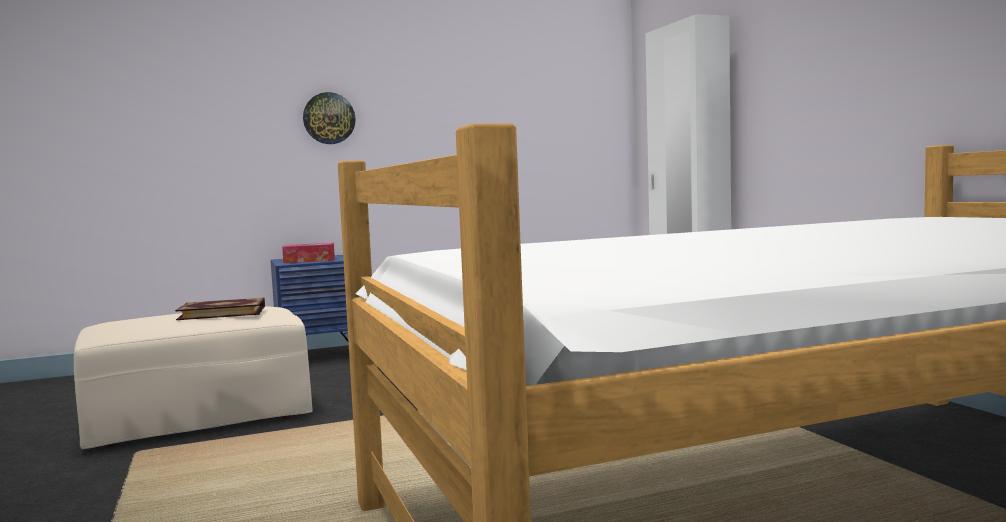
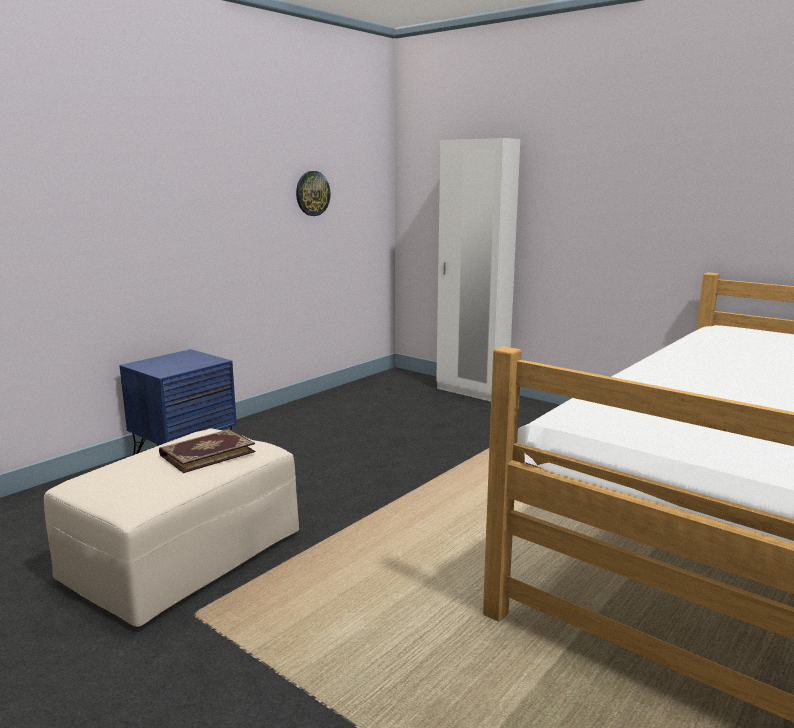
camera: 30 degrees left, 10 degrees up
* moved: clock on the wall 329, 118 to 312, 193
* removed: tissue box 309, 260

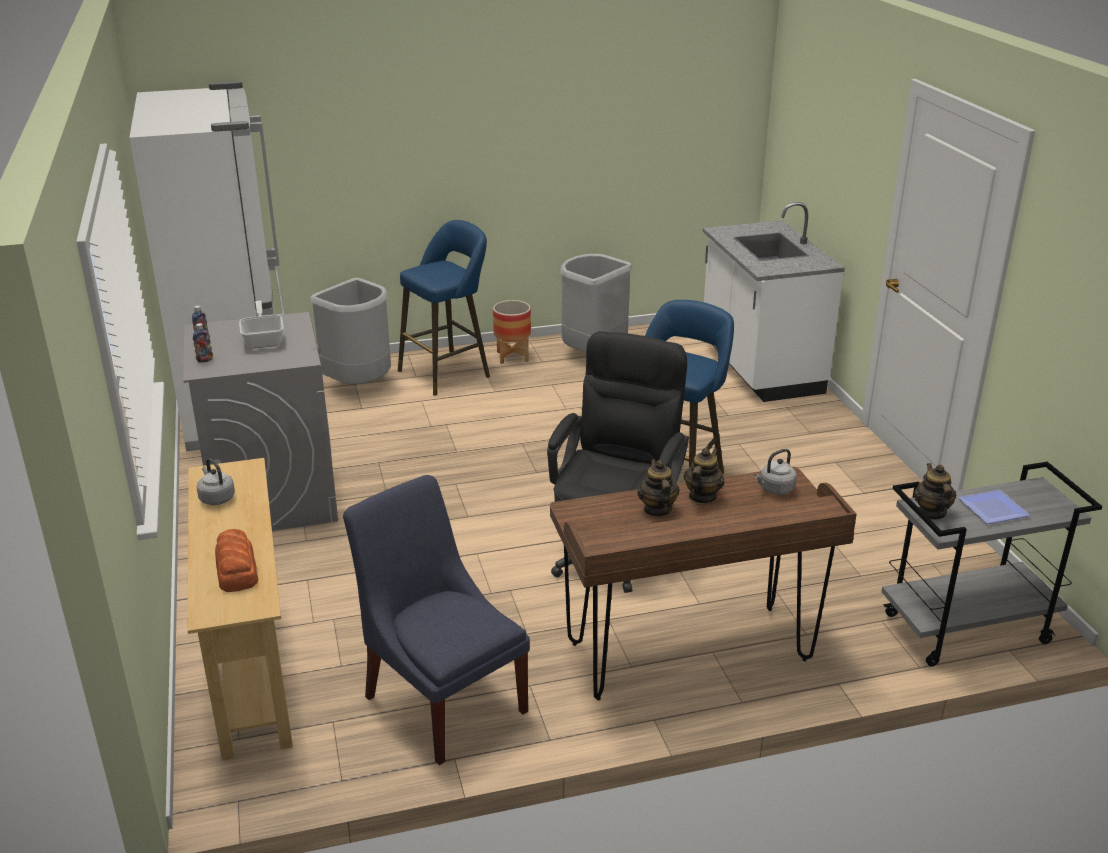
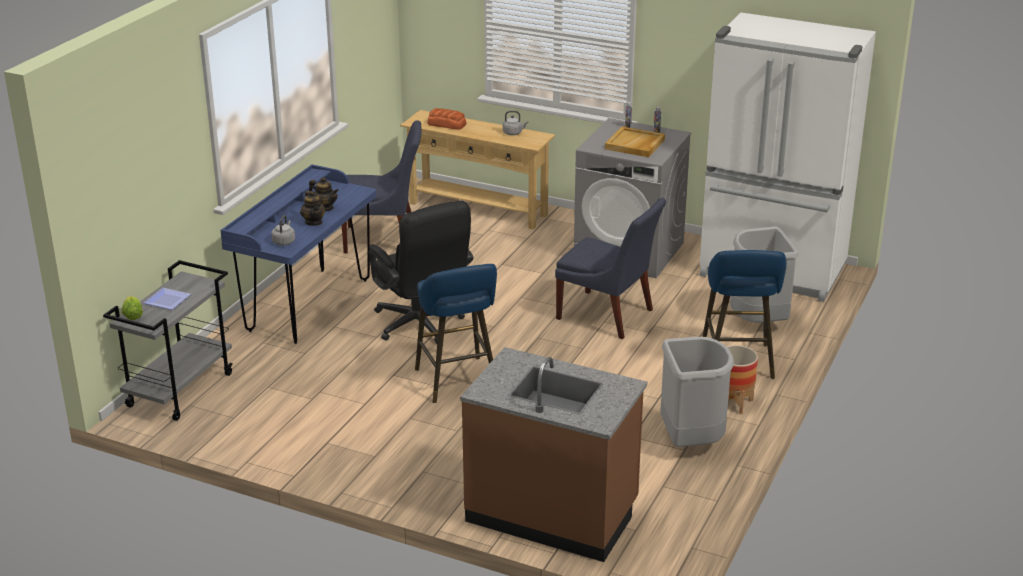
camera: 130 degrees right, 0 degrees up
* added: lettuce head 132, 315
* recoloured: desk unit/brown 689, 653 to desk unit/blue 308, 305
* recoloured: kitchen counter/whitish 759, 369 to kitchen counter/brown 552, 513
* added: upright chair/blue 608, 316
* replaced: pan 264, 339 to tray/beige-coloured 635, 144
* removed: pot for tea 931, 512

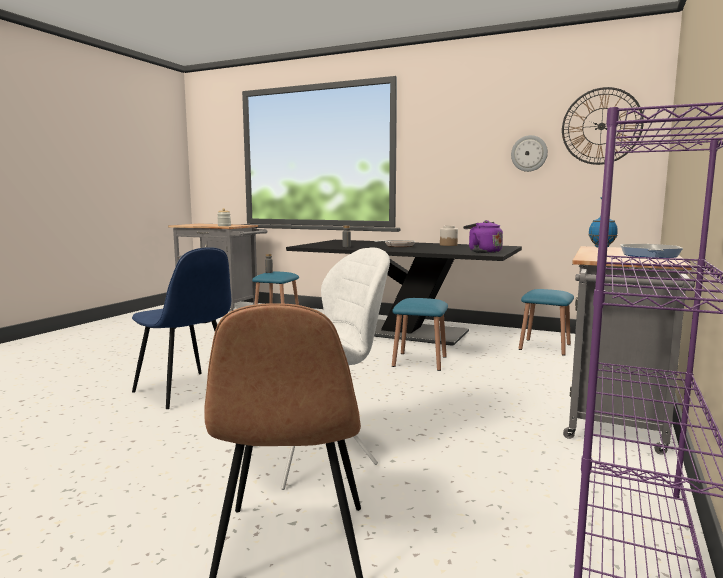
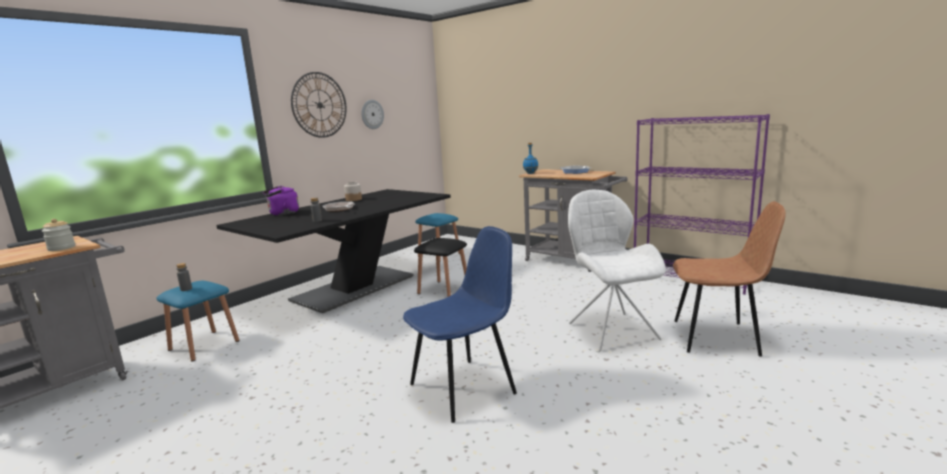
camera: 75 degrees left, 5 degrees up
* moved: water kettle/purple 482, 252 to 282, 214
* moved: clock on the wall 601, 126 to 319, 105
* recoloured: stool/blue 419, 361 to stool/black 444, 290

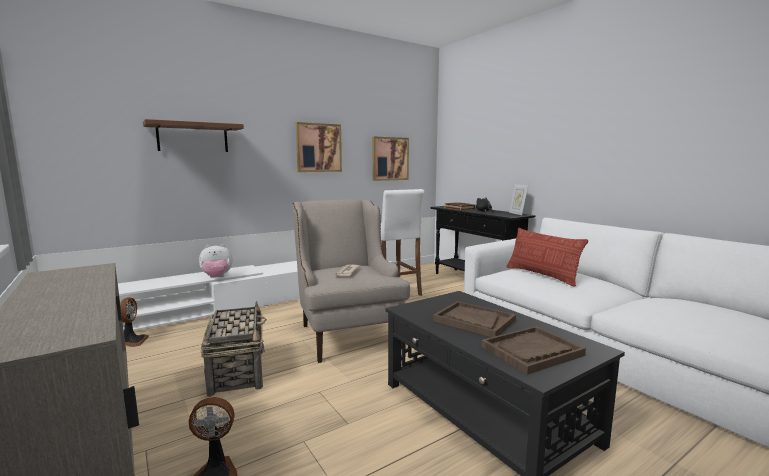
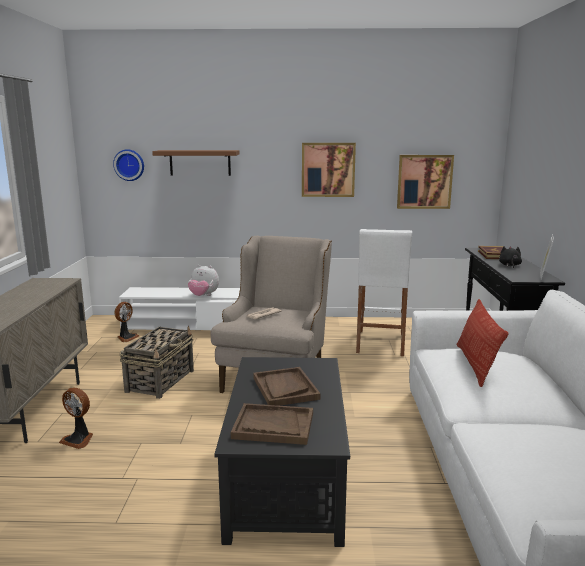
camera: 35 degrees right, 5 degrees up
* added: clock on the wall 129, 165

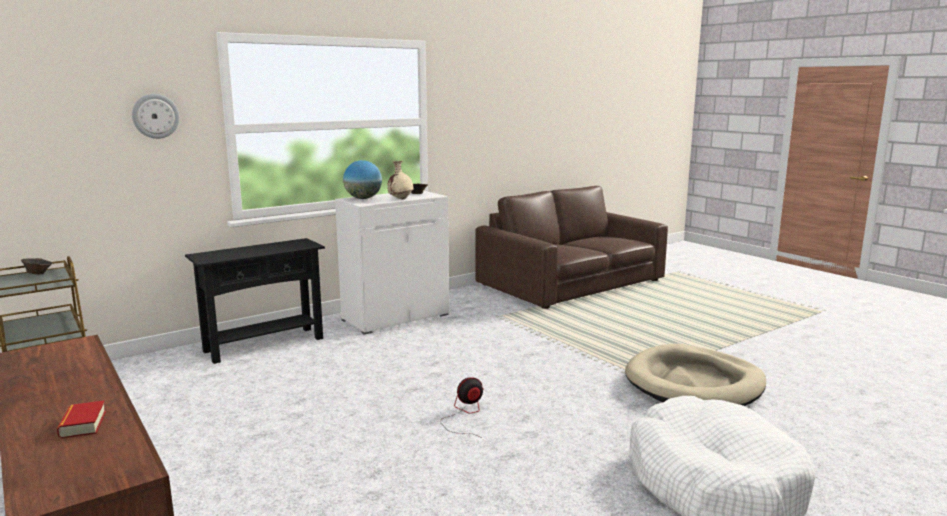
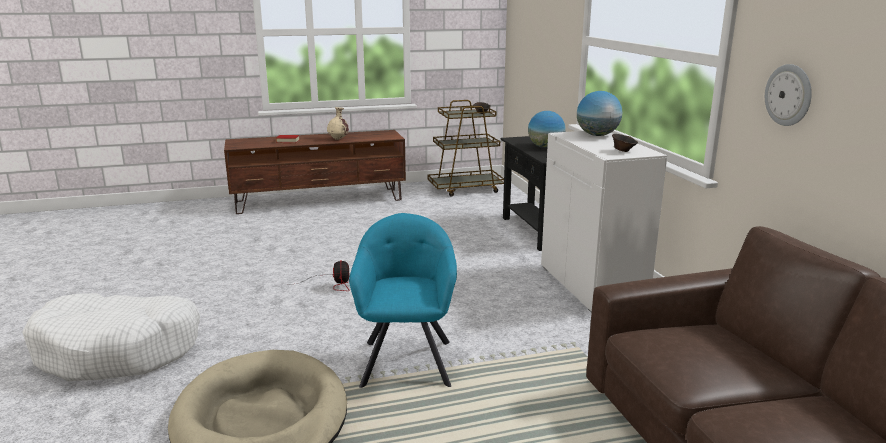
camera: 110 degrees right, 5 degrees up
* moved: vase/beige-coloured 400, 199 to 338, 139
* added: easy chair/turquoise-coloured 407, 360
* added: globe 545, 147
* moved: clock on the wall 155, 116 to 789, 95

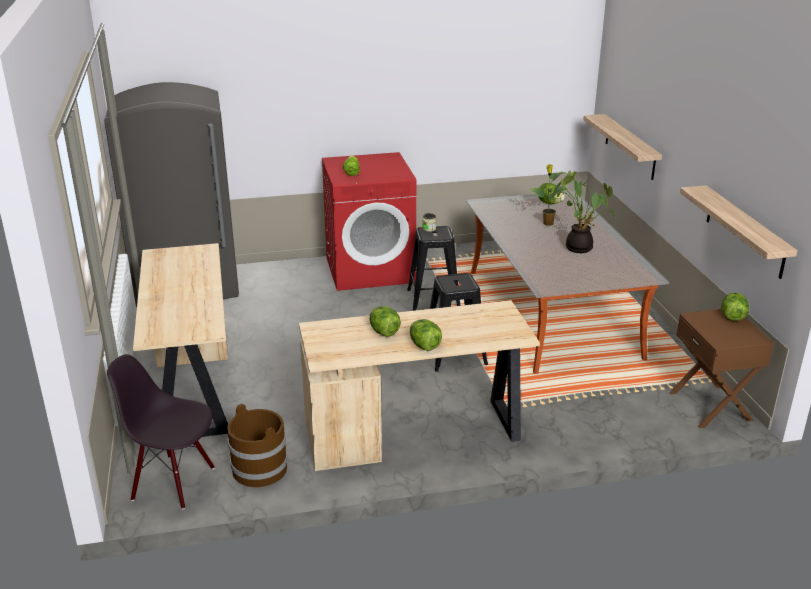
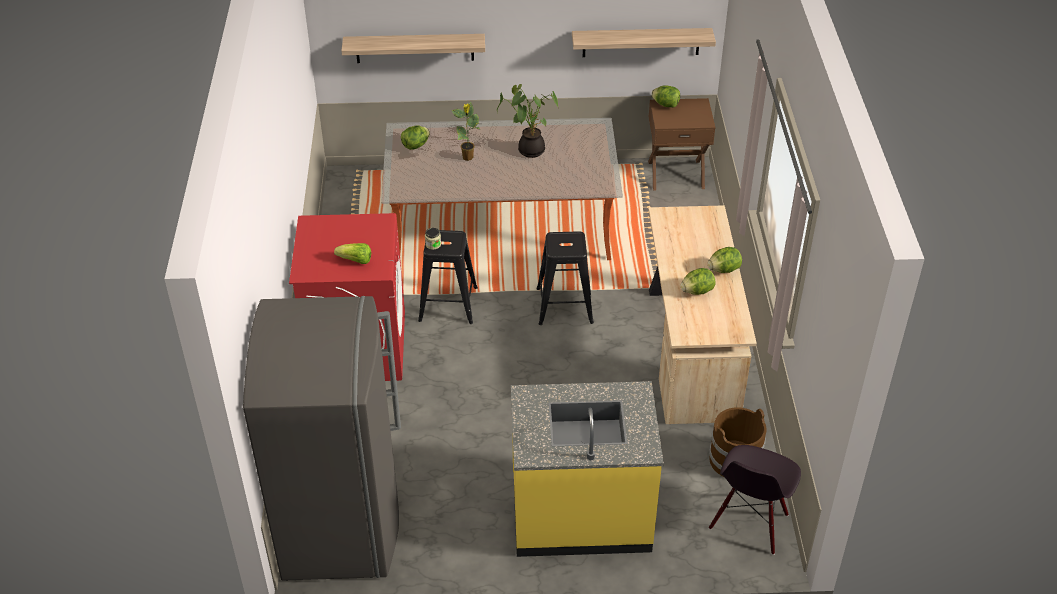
camera: 80 degrees left, 15 degrees up
* replaced: desk unit/beige-coloured 192, 384 to kitchen counter/yellowish 581, 513

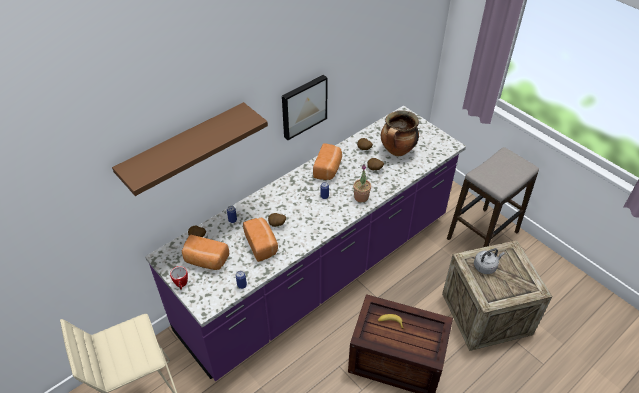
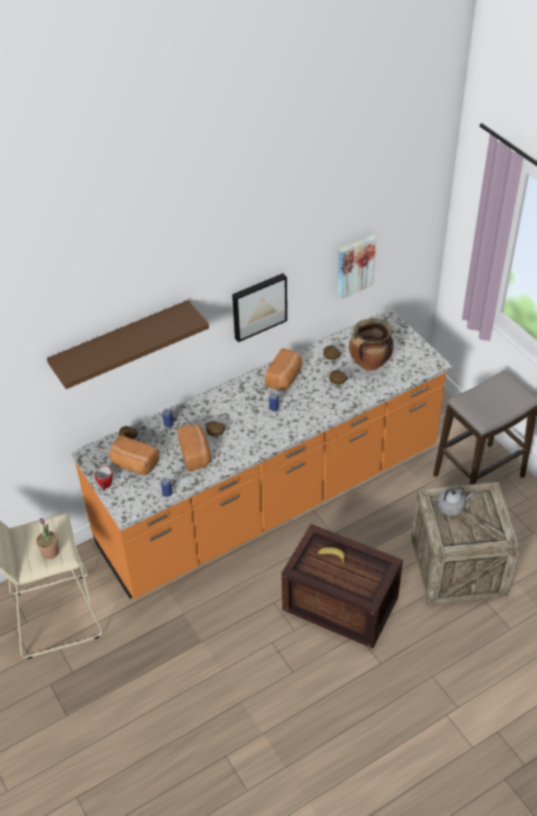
camera: 10 degrees right, 0 degrees up
* moved: plant in a pot 361, 197 to 50, 552
* recoloured: kitchen counter/purple 319, 273 to kitchen counter/orange-coloured 271, 498
* added: picture 354, 265

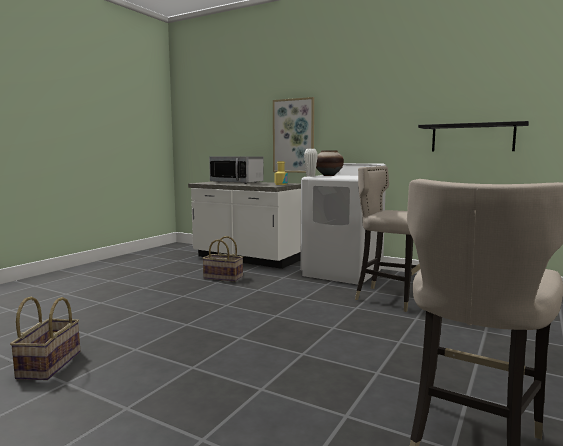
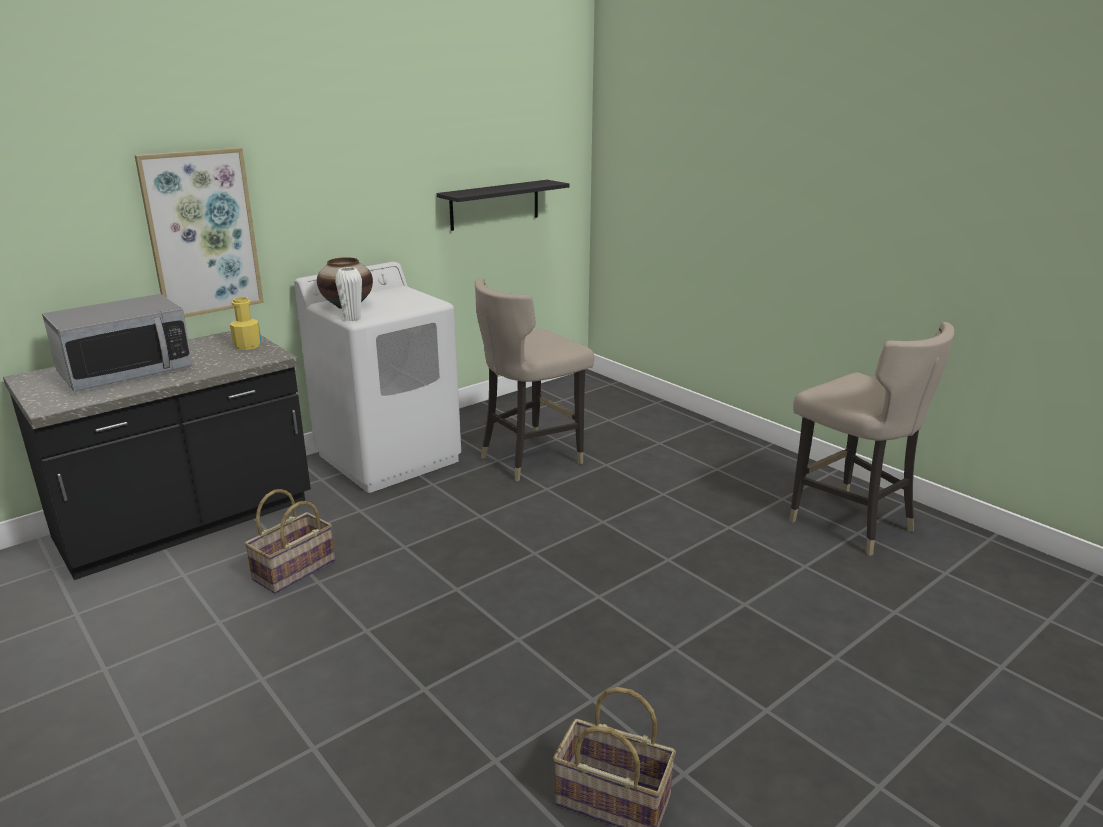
camera: 70 degrees left, 15 degrees up
* recoloured: kitchen counter/whitish 247, 258 to kitchen counter/black 186, 523

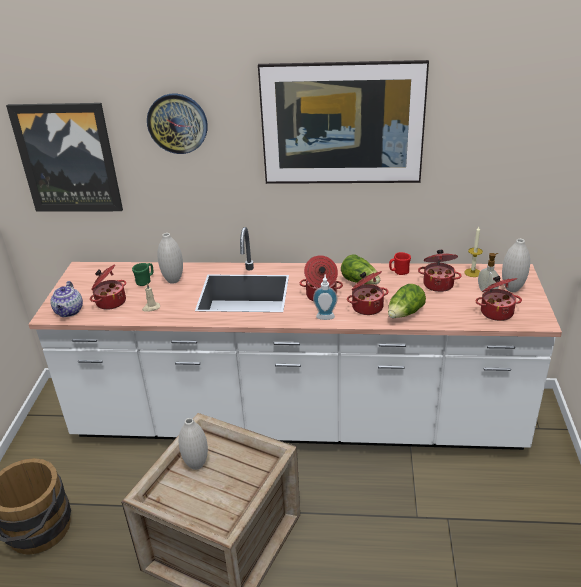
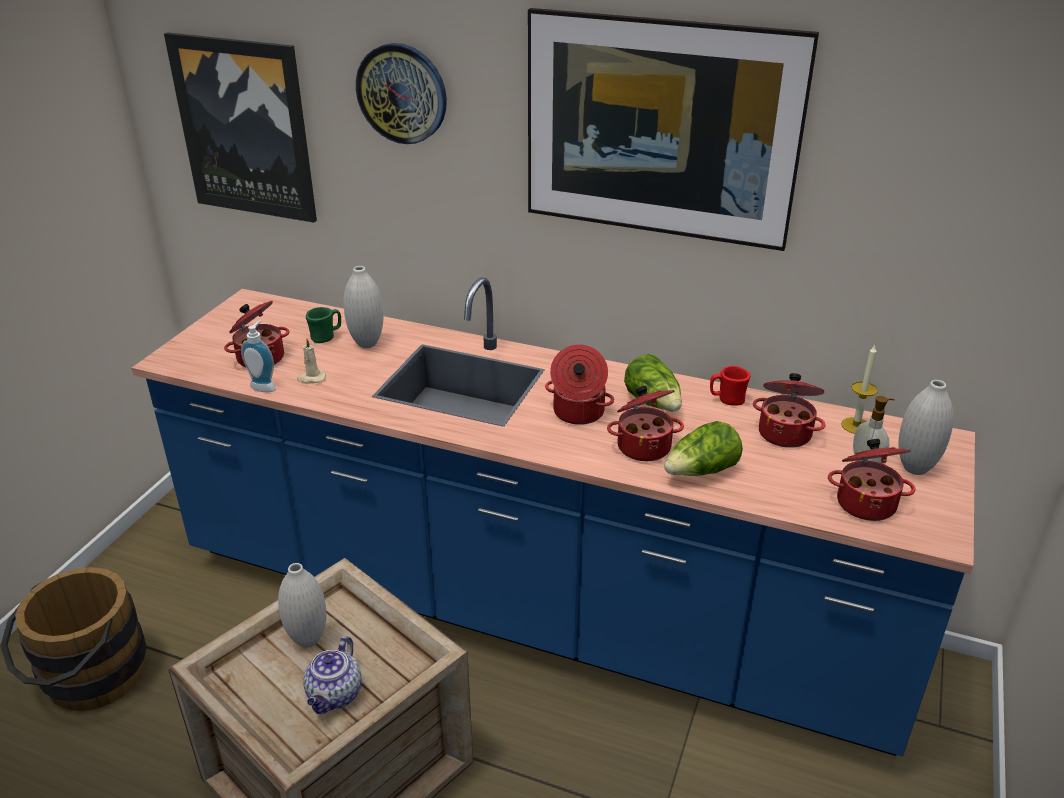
camera: 15 degrees right, 0 degrees up
* recoloured: kitchen counter/whitish 296, 421 to kitchen counter/blue 532, 608
* moved: soap dispenser 325, 316 to 265, 386
* moved: pot for tea 69, 312 to 335, 696

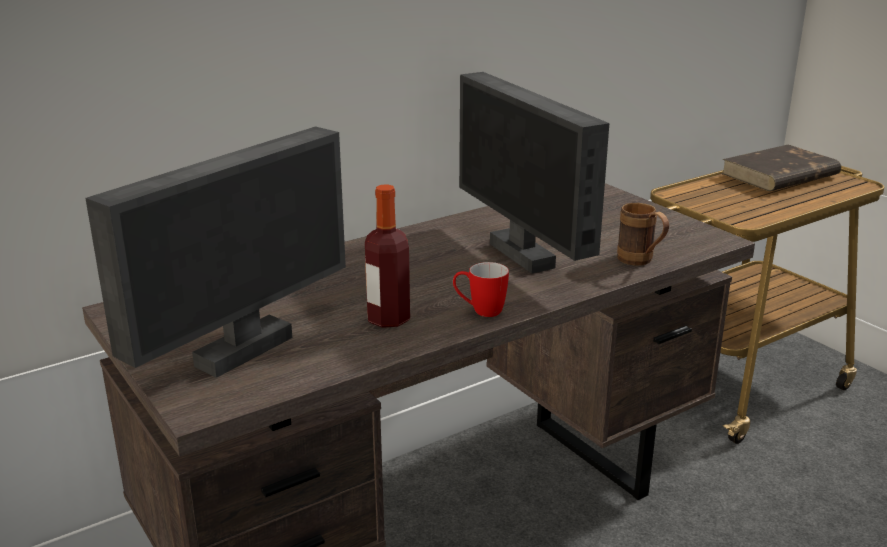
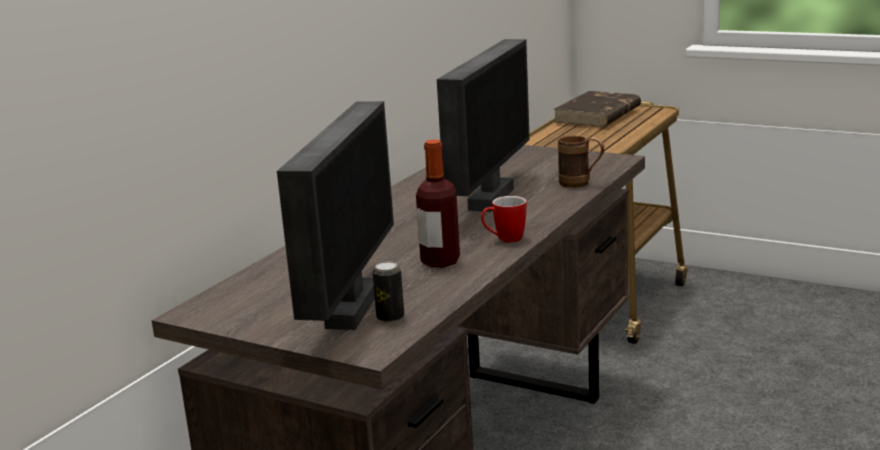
camera: 25 degrees left, 5 degrees down
* added: can 390, 317
* turned: computer display 524, 255 = 488, 199 105 degrees counterclockwise

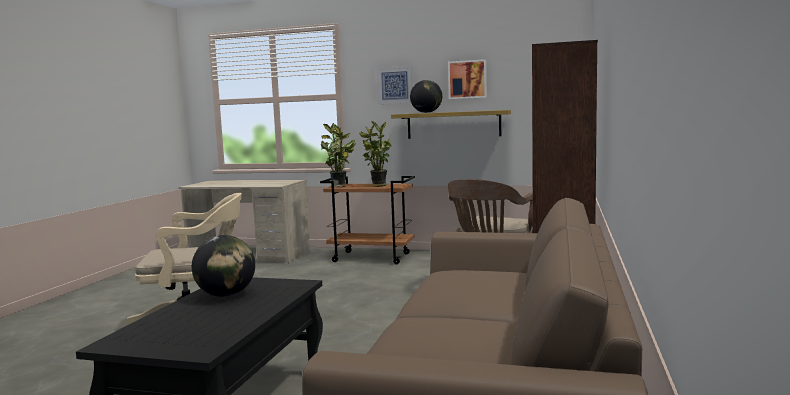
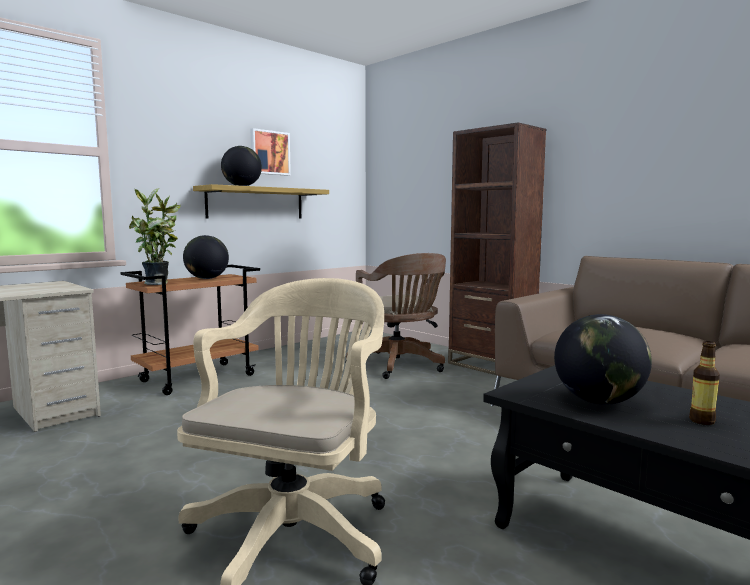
camera: 60 degrees left, 0 degrees up
* replaced: plant in a pot 377, 185 to globe 207, 278
* added: bottle 702, 421
* removed: picture 395, 85

